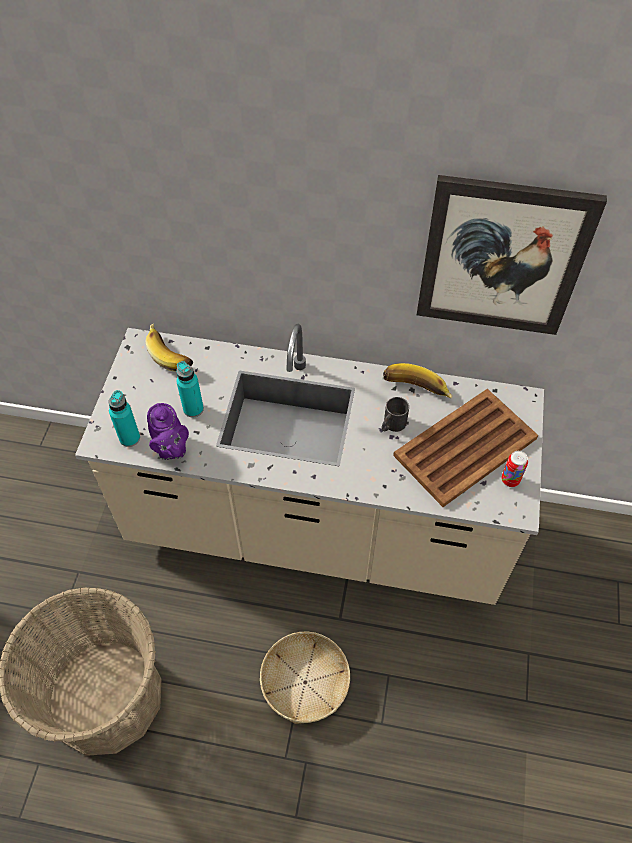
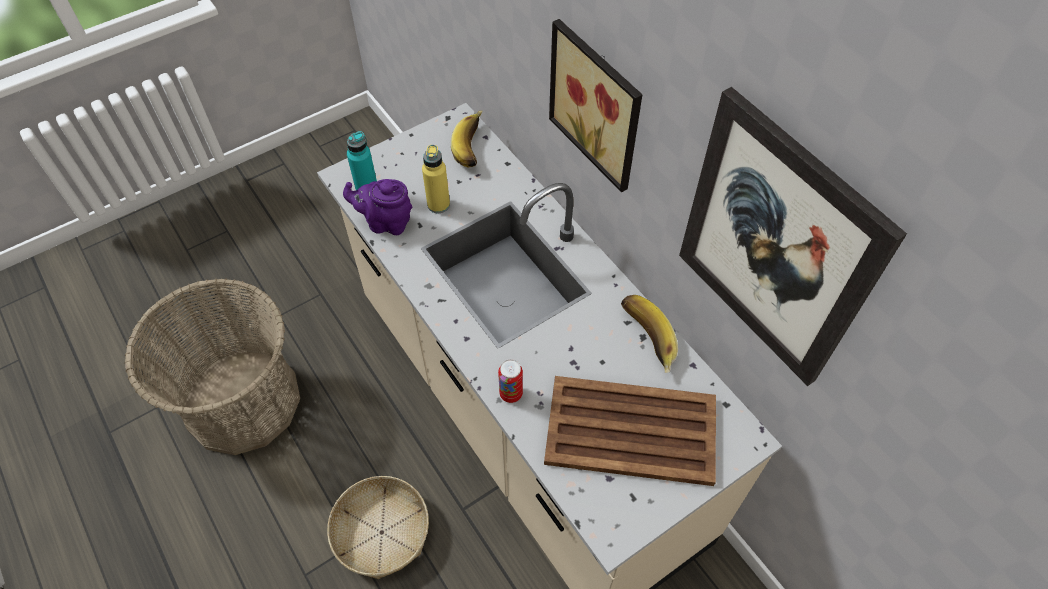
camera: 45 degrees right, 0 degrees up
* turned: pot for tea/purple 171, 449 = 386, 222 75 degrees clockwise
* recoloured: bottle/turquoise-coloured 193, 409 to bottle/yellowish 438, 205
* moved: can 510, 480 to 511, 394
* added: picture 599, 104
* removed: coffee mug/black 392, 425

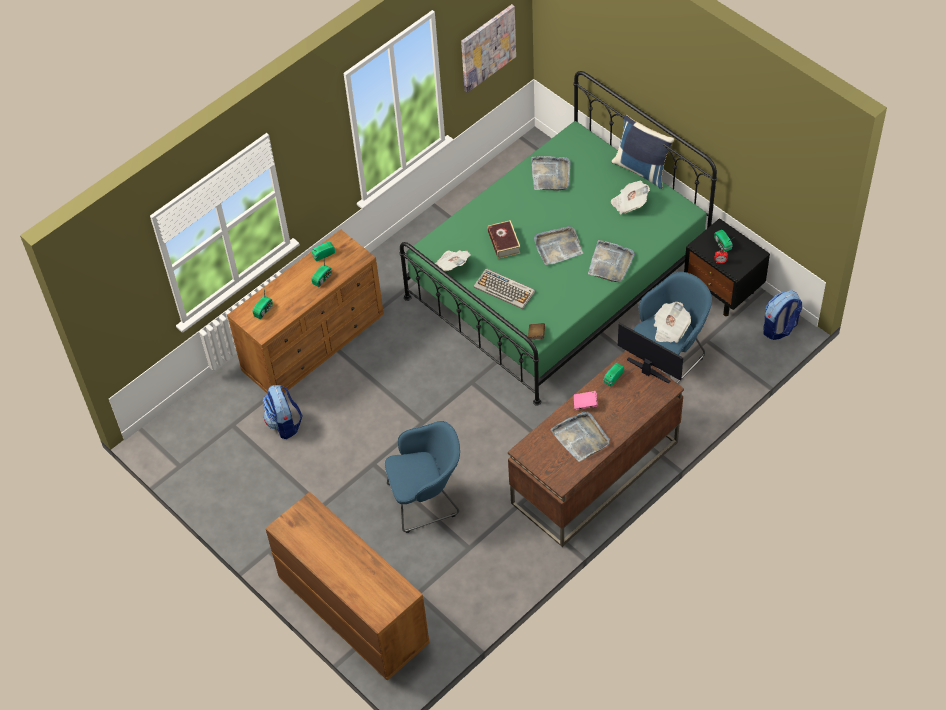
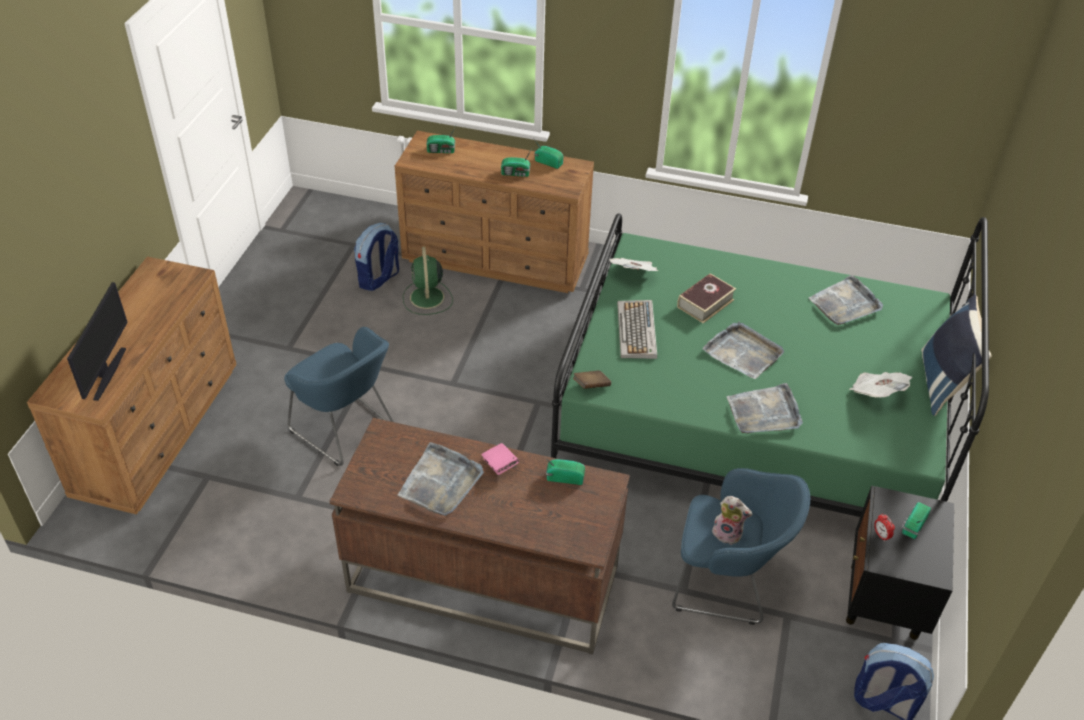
camera: 55 degrees right, 10 degrees down
* moved: computer display 647, 371 to 107, 373
* added: electric fan/greenish 427, 298
* replaced: newspaper 670, 329 to plush toy 728, 533
* removed: picture 487, 47

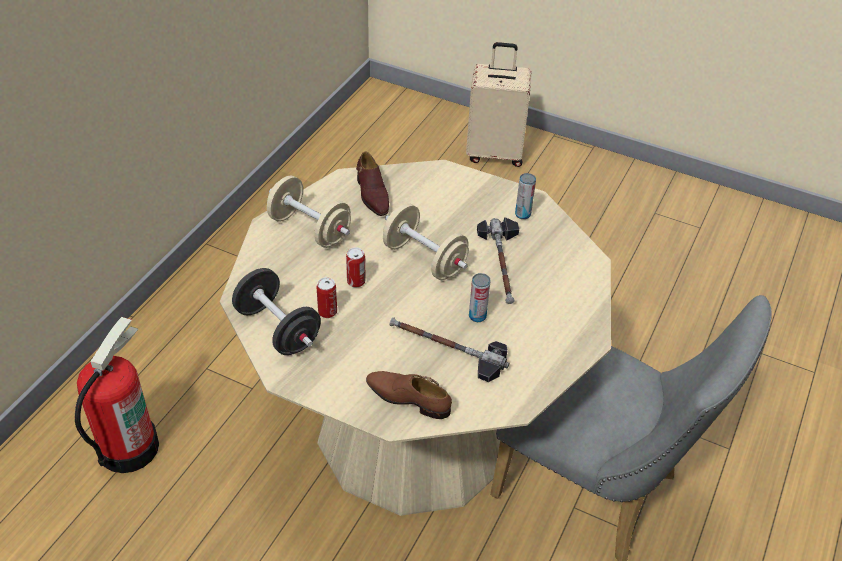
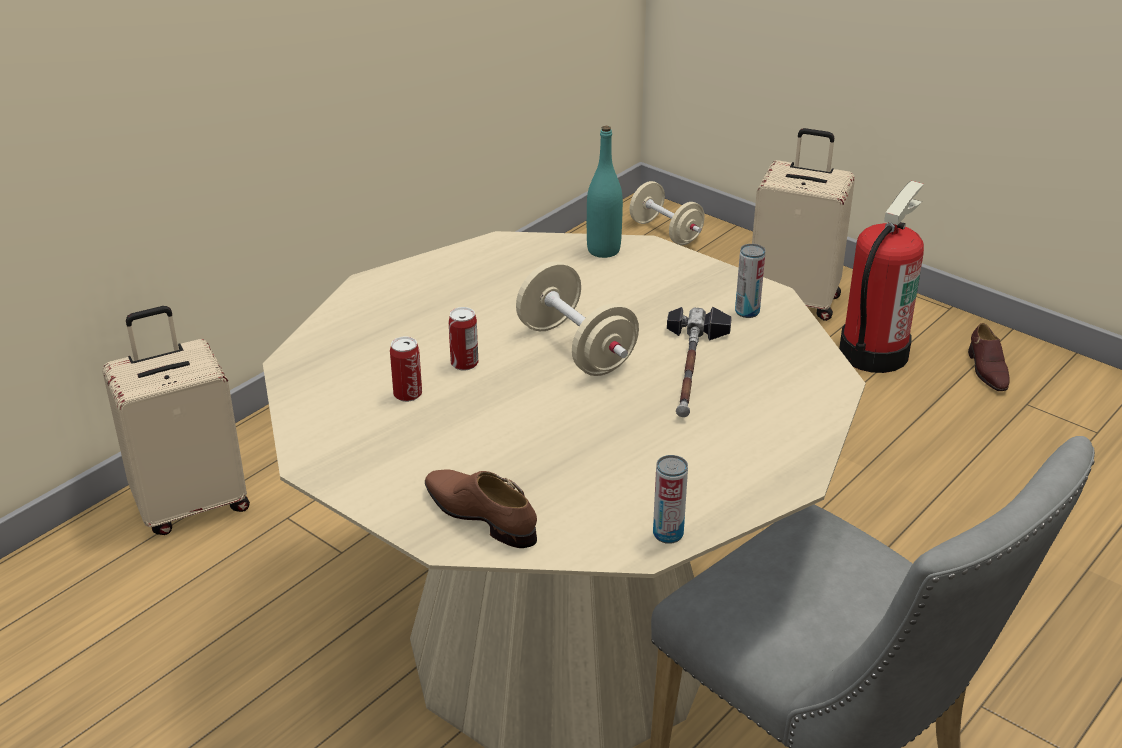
camera: 15 degrees right, 10 degrees down
* added: suitcase/beige-coloured 191, 504
* added: bottle/turquoise-coloured 603, 250
* moved: hand weight/beige-coloured 309, 229 to 665, 232
* moved: can 477, 316 to 668, 534
* moved: fire-fighting cylinder 128, 447 to 872, 352
* moved: item of footwear/brown 372, 195 to 986, 370
* removed: hand weight/black 278, 329
* removed: hammer 446, 349

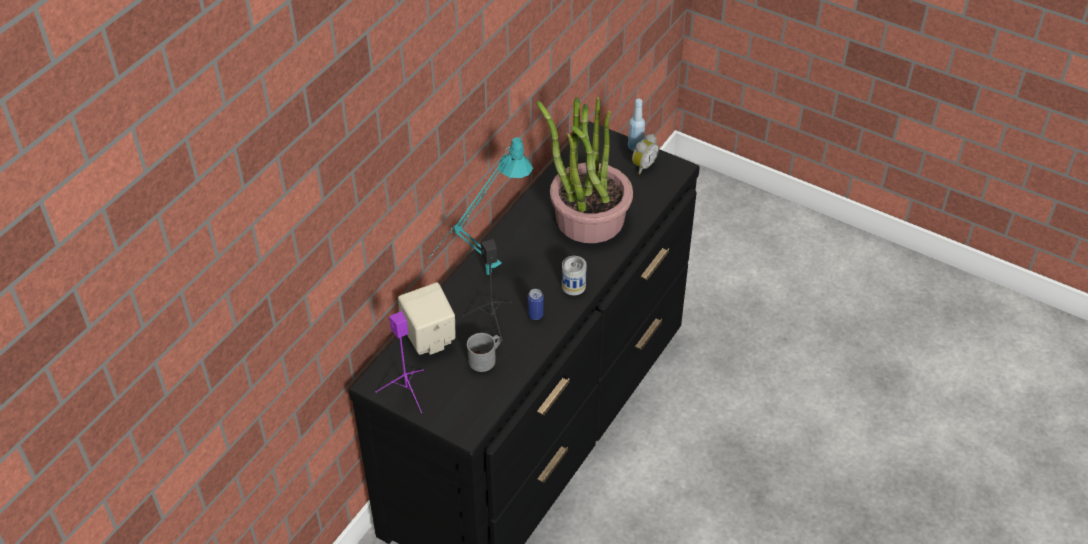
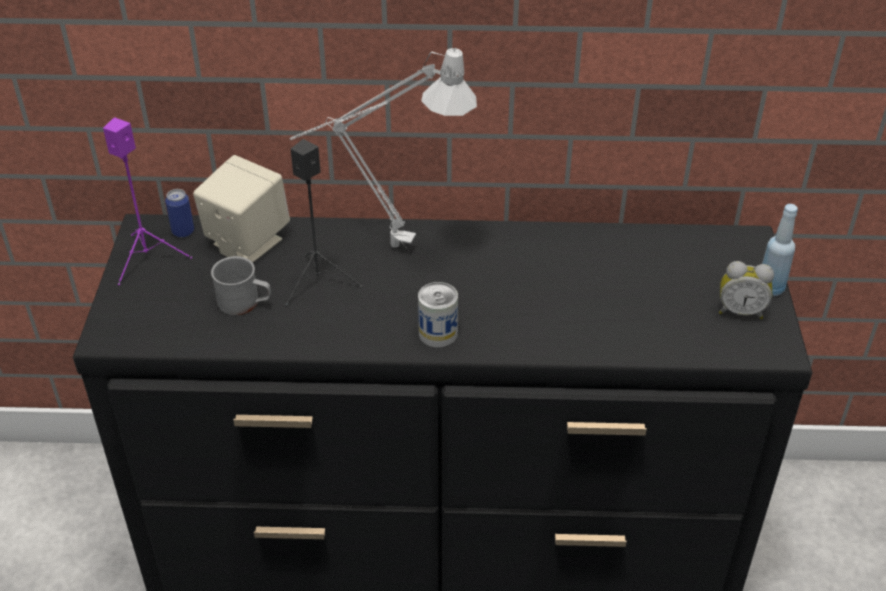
camera: 60 degrees right, 5 degrees down
* moved: can 535, 315 to 183, 231
* recoloured: tabletop lamp/turquoise-coloured 482, 279 to tabletop lamp/greyish 383, 245
* removed: plant in a pot 589, 218

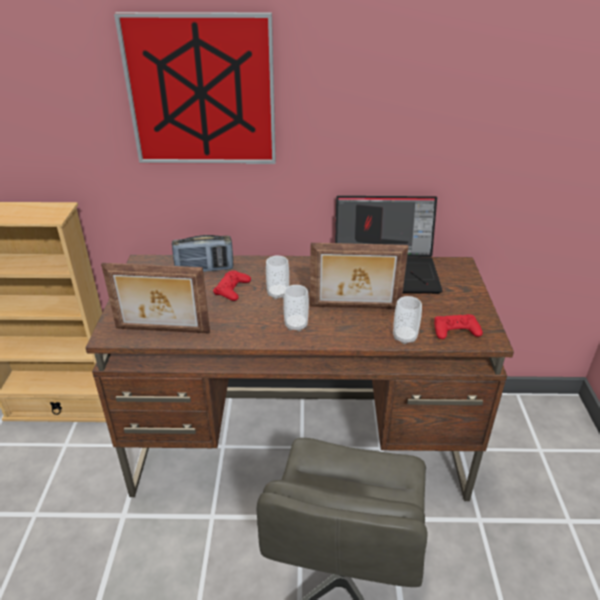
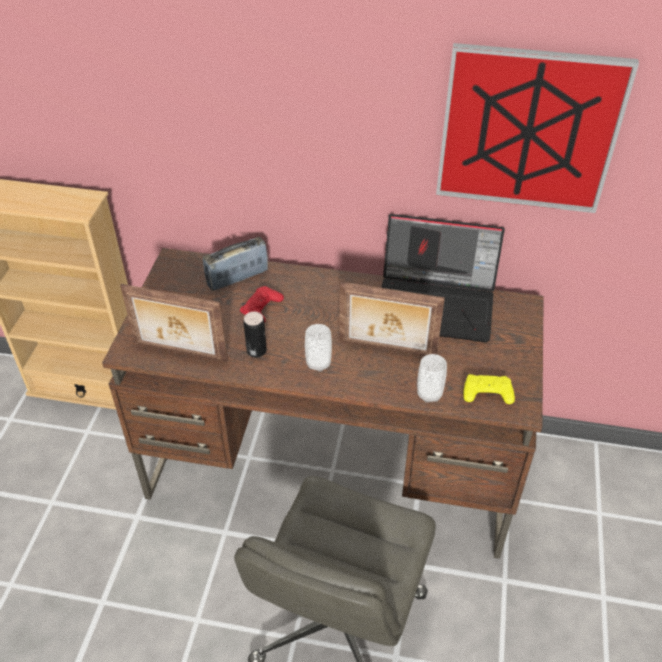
camera: 10 degrees right, 10 degrees up
* turned: radio receiver 204, 269 = 237, 278 150 degrees clockwise
* added: can 256, 351
* moved: picture 201, 91 to 528, 130
* recoloured: game controller/red-coloured 455, 330 to game controller/yellowish 487, 393
* removed: cup 278, 294

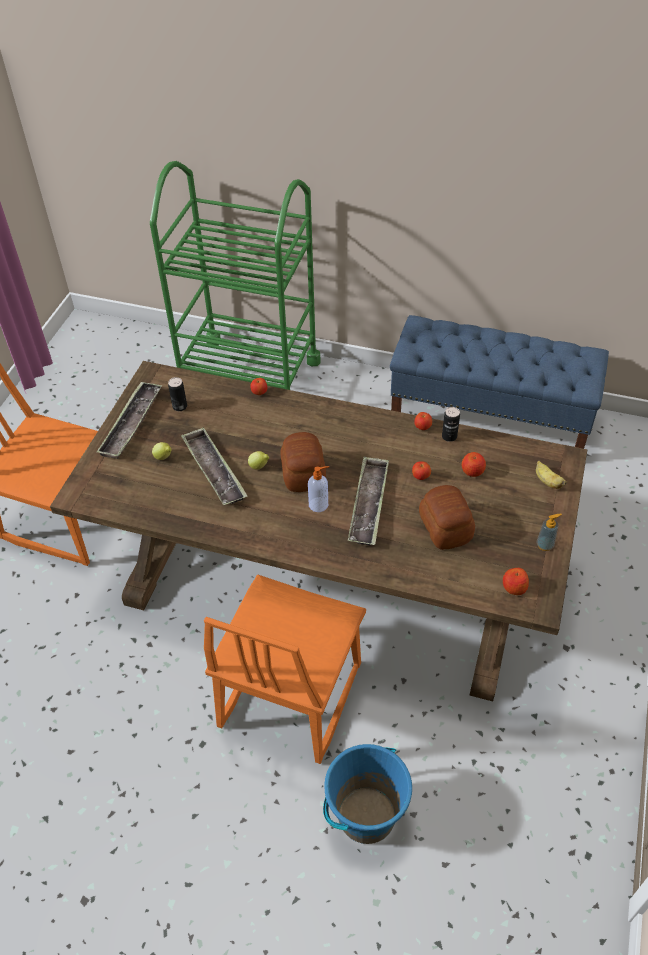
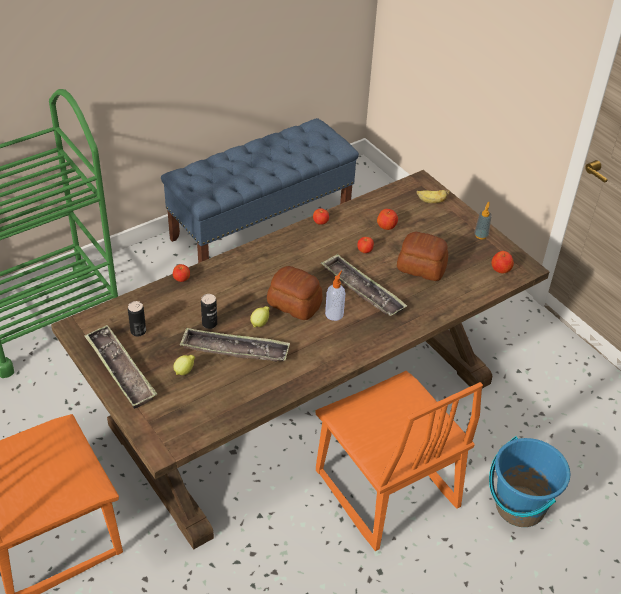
camera: 55 degrees left, 5 degrees down
* moved: can 449, 436 to 209, 324

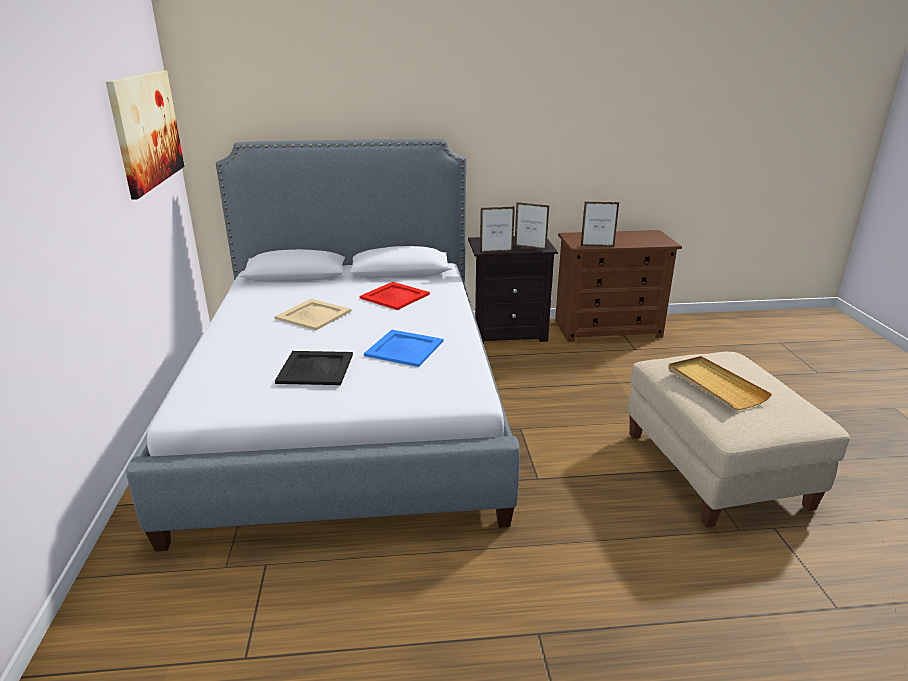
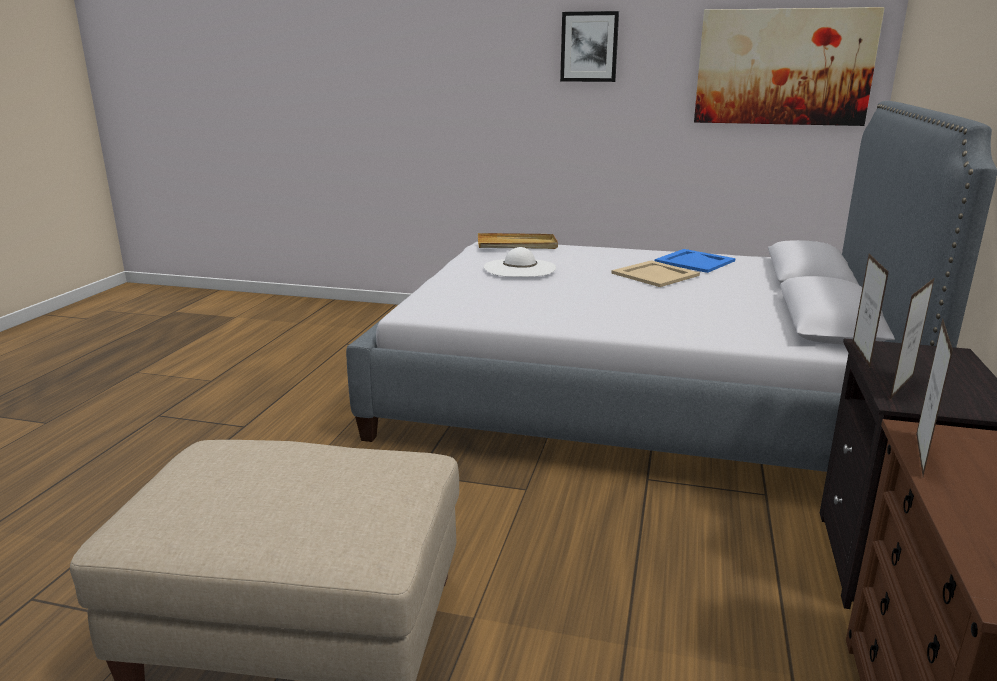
camera: 110 degrees right, 5 degrees down
* moved: tray/beige-coloured 715, 385 to 517, 245
* replaced: tray/black 316, 369 to clothing hat/whitish 519, 268
* added: picture 589, 47
* moved: tray/blue 405, 348 to 695, 261
* removed: tray/red-coloured 395, 296

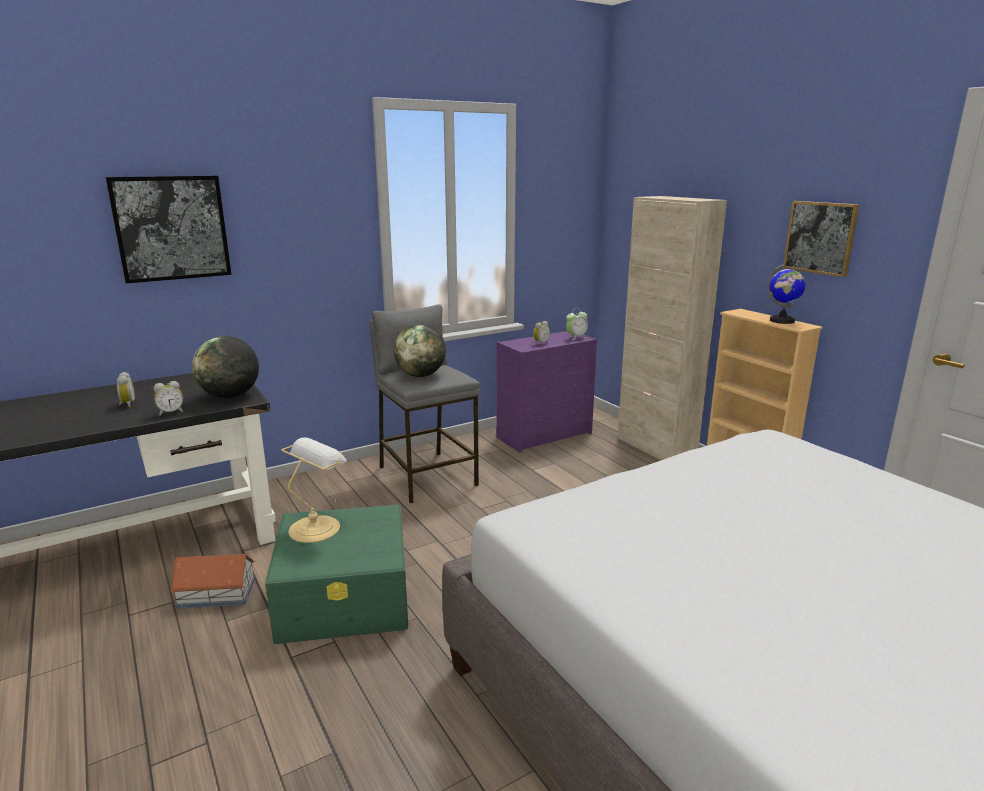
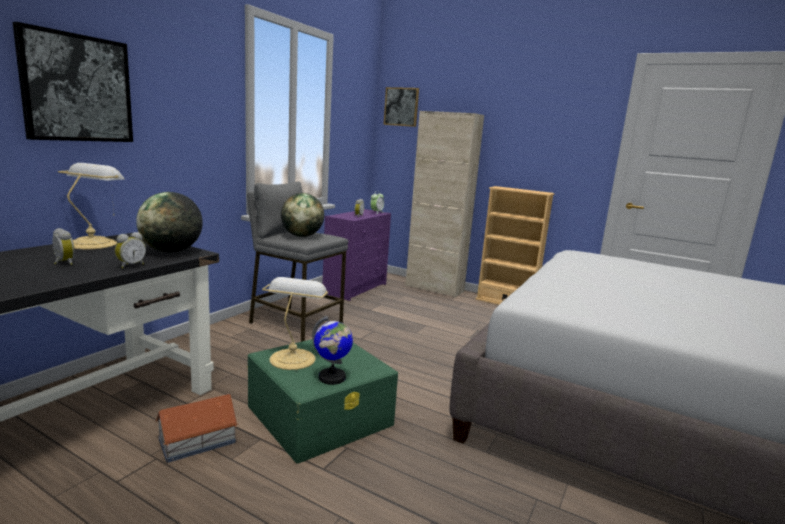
camera: 30 degrees left, 5 degrees down
* added: tabletop lamp 94, 243
* moved: globe 782, 321 to 332, 378
* moved: picture 820, 237 to 401, 107

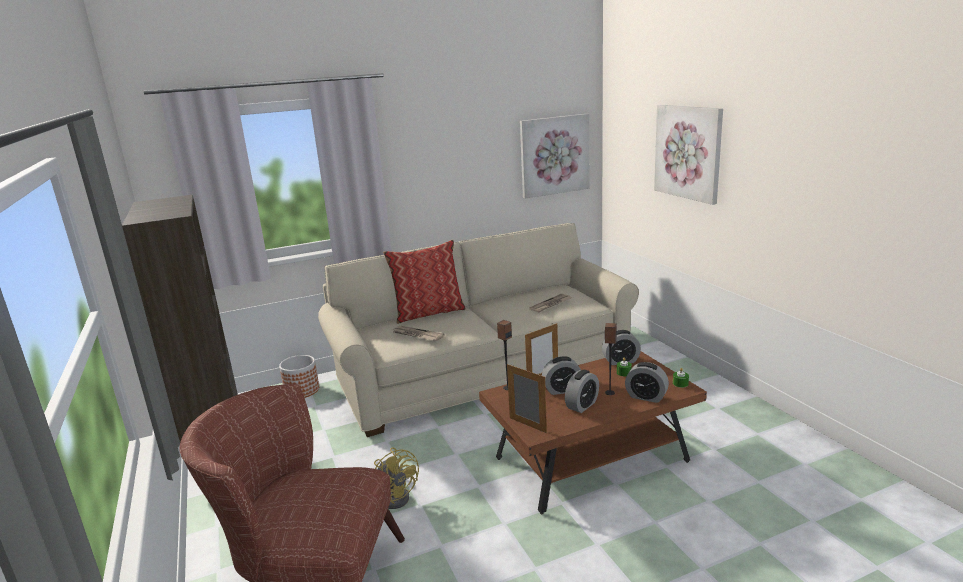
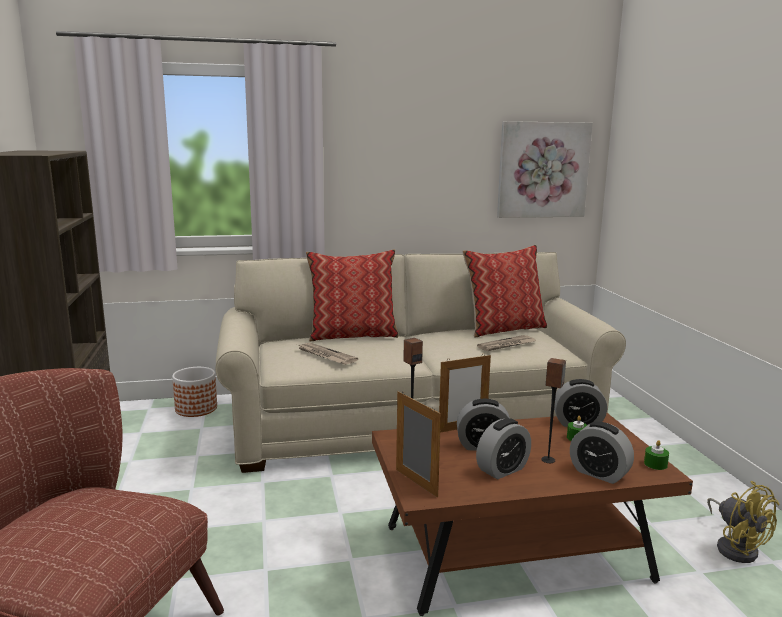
camera: 10 degrees right, 5 degrees down
* added: throw pillow 504, 329
* moved: electric fan/yellowish 397, 496 to 735, 547
* removed: picture 688, 152

